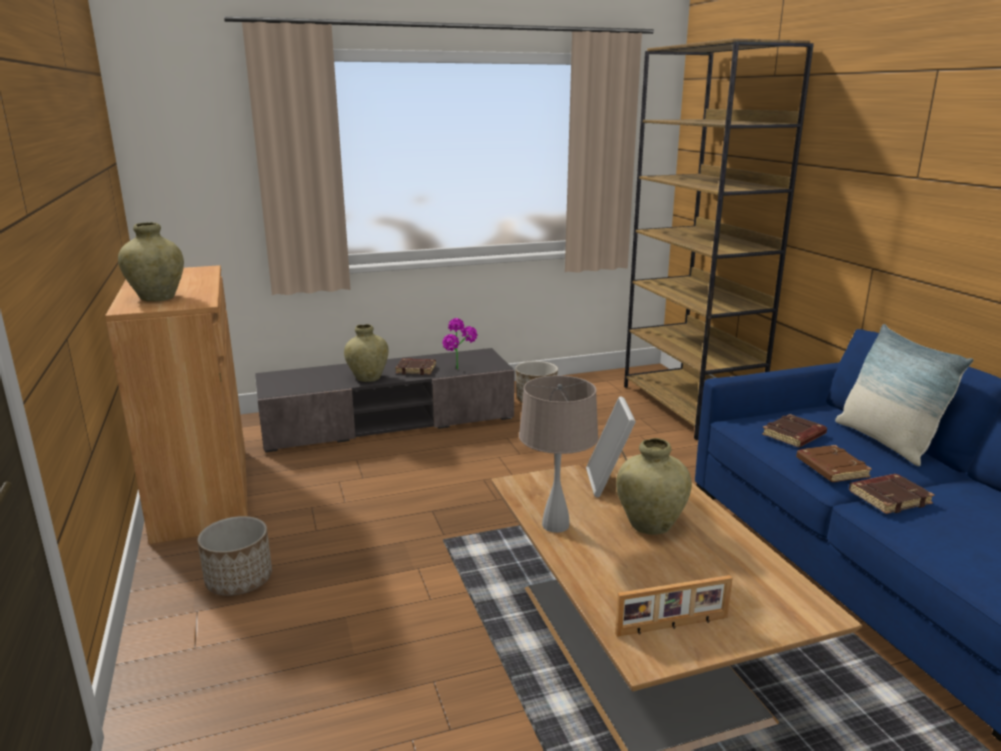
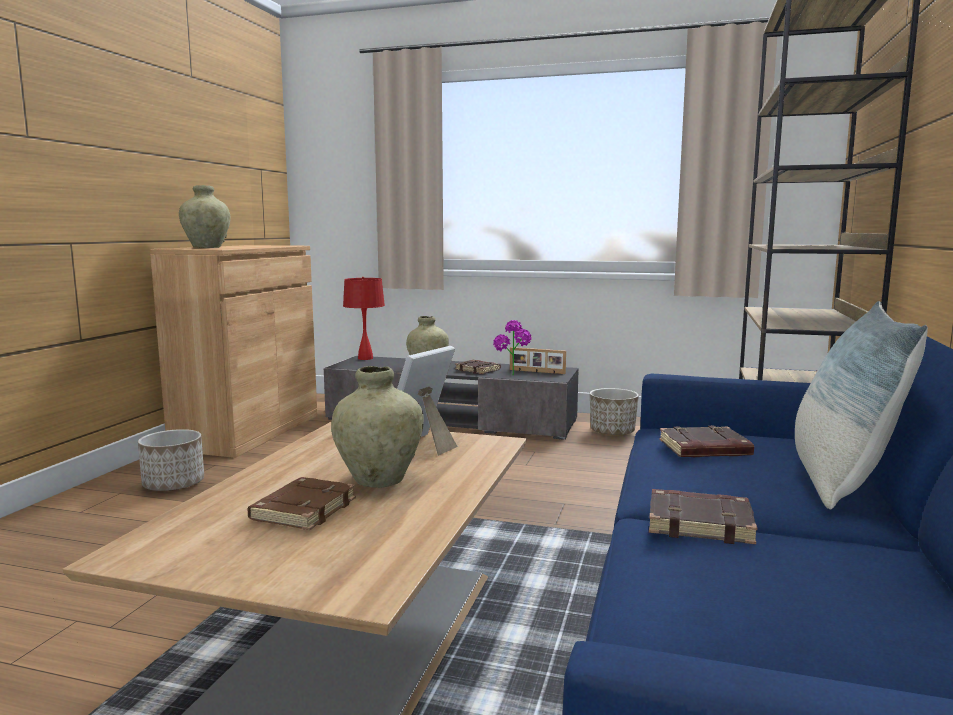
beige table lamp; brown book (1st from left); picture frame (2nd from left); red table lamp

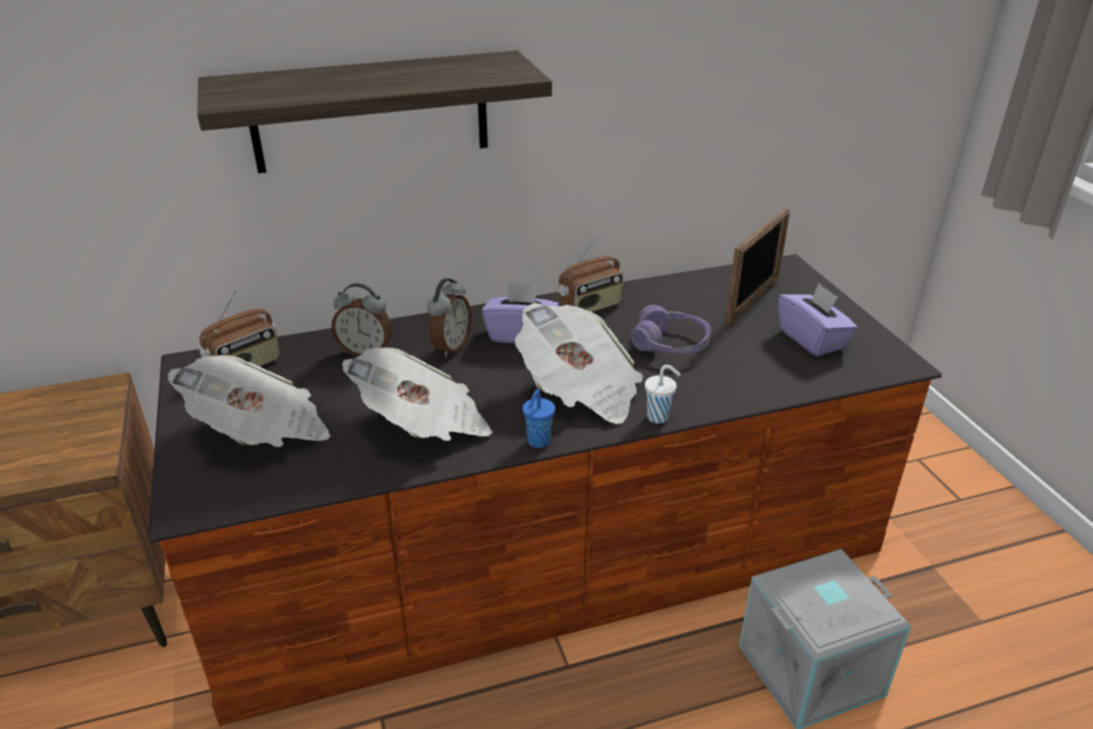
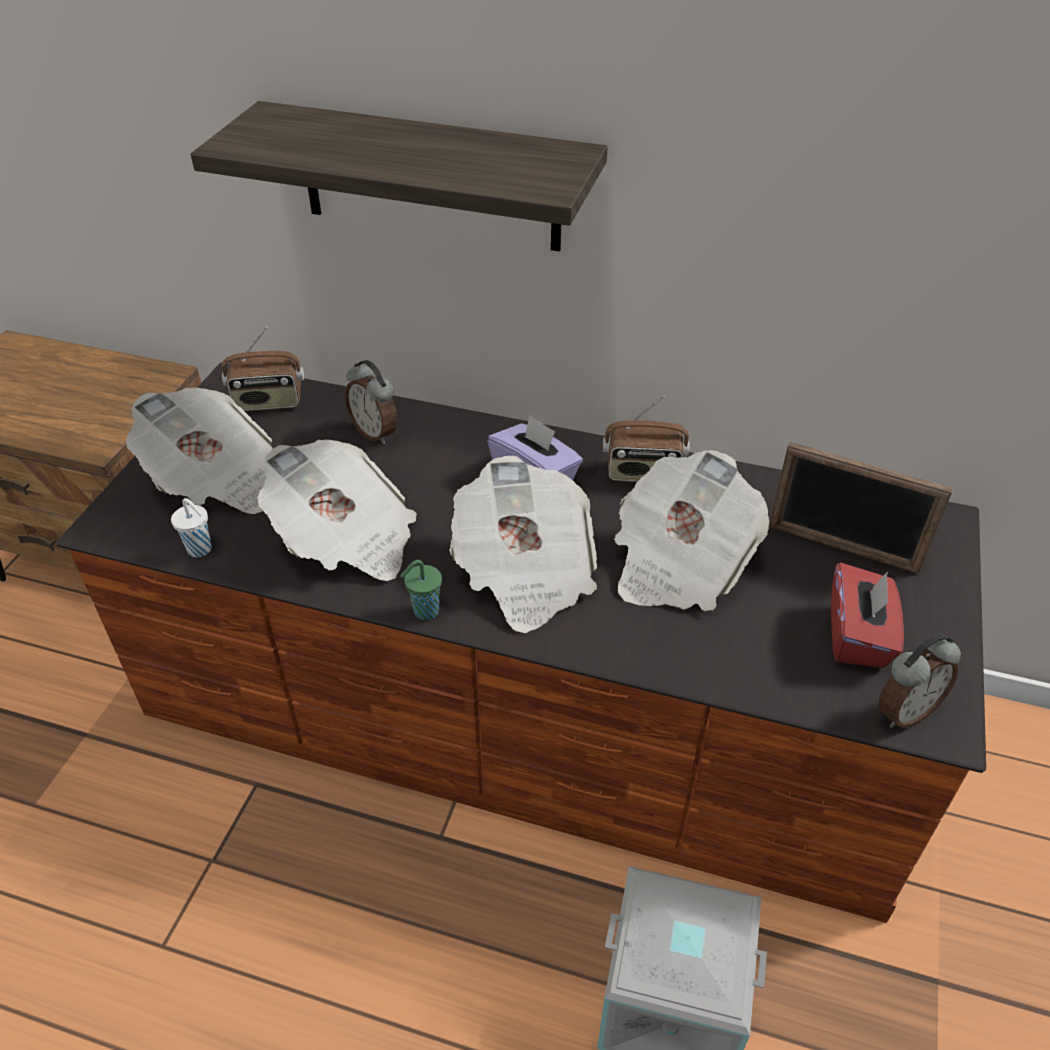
picture frame; alarm clock (2nd from left); red tissue box; newspaper (4th from left); white cup; green cup

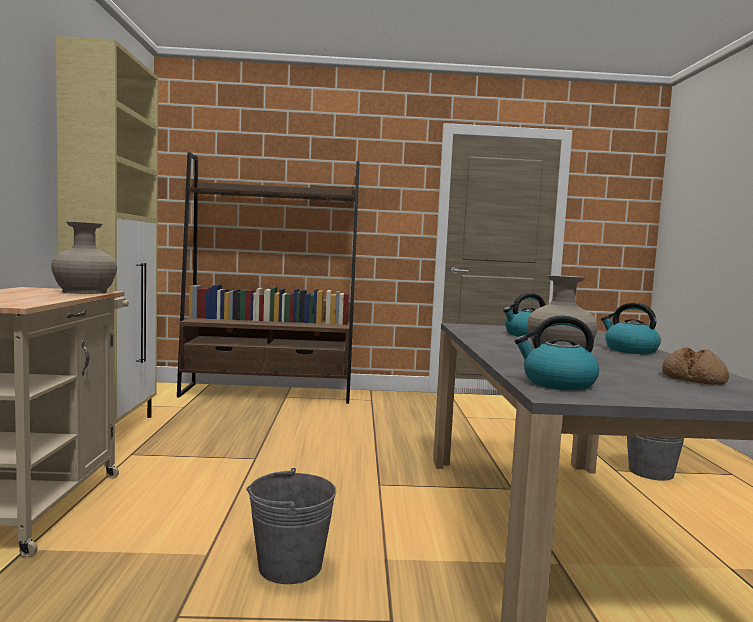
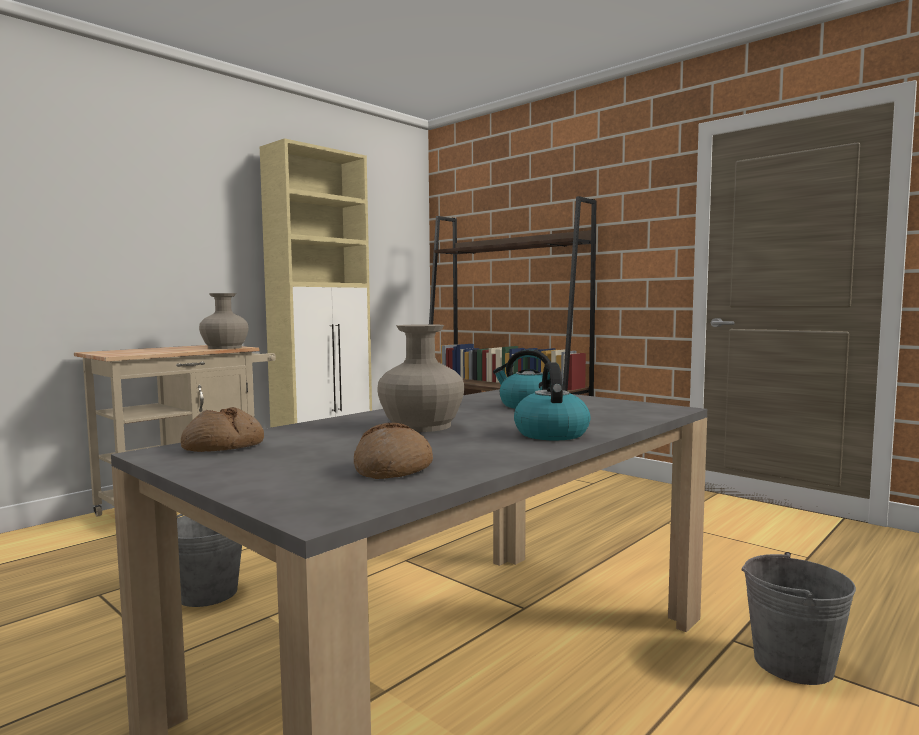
bread (1st from left)

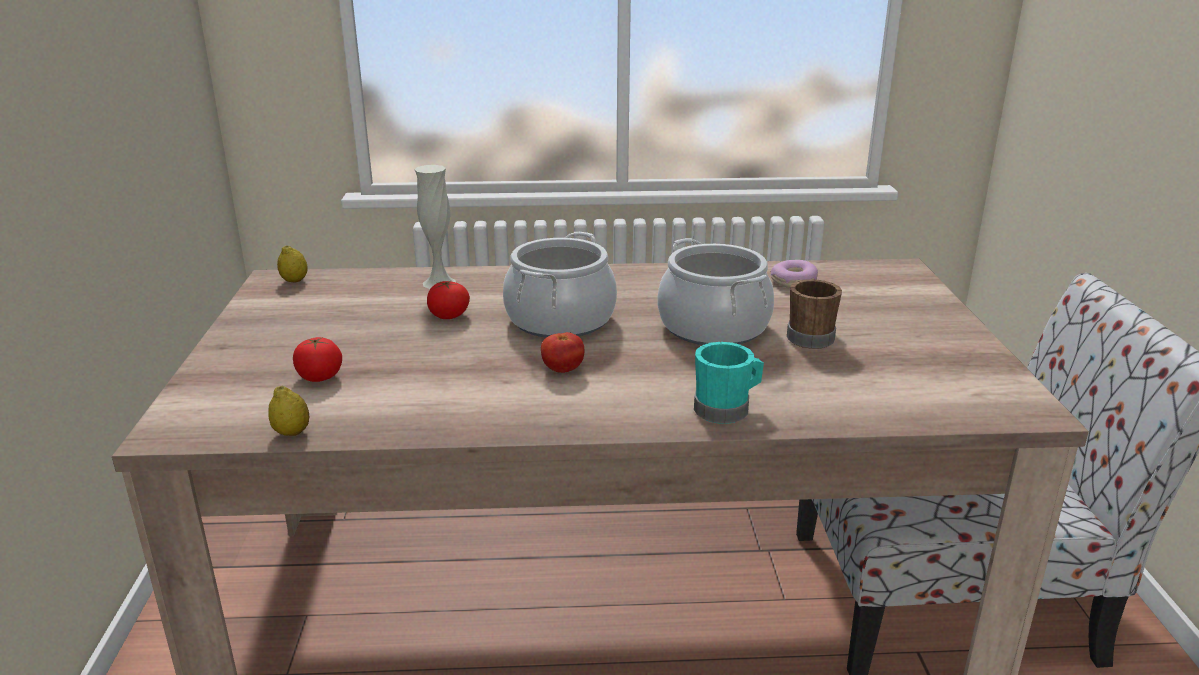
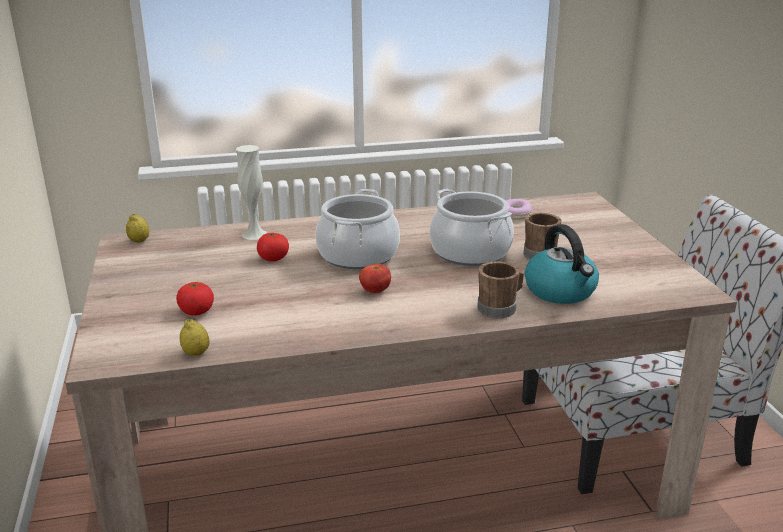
brown mug (1st from left); kettle

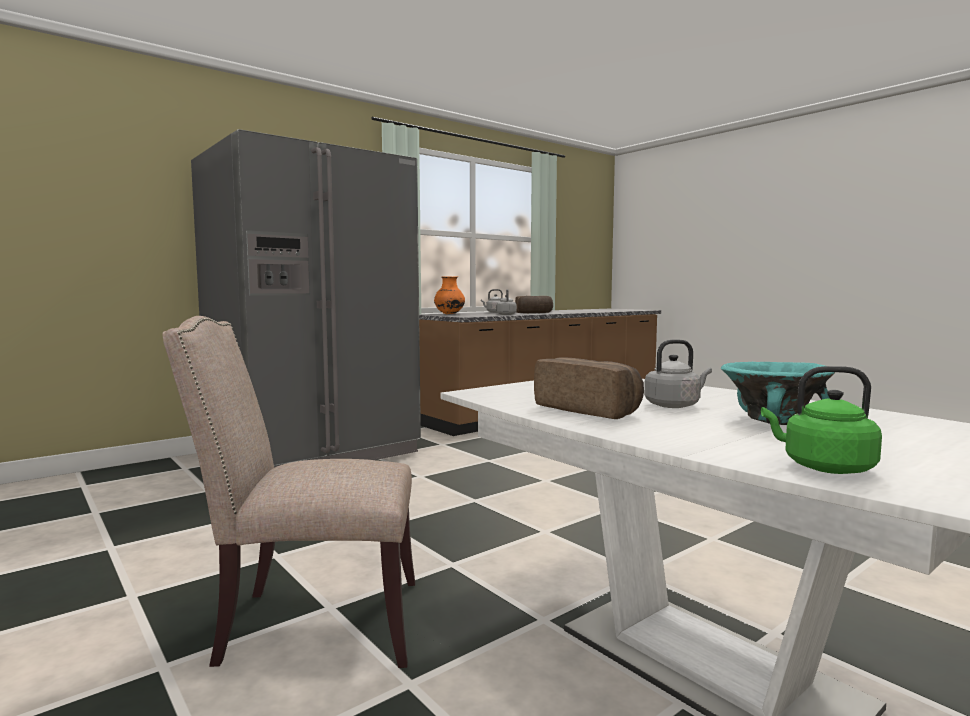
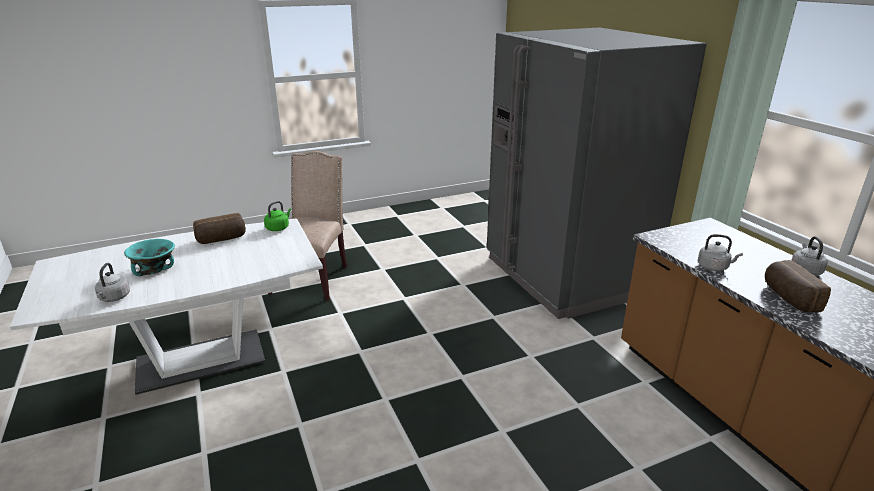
orange vase; grey kettle (1st from left); green kettle

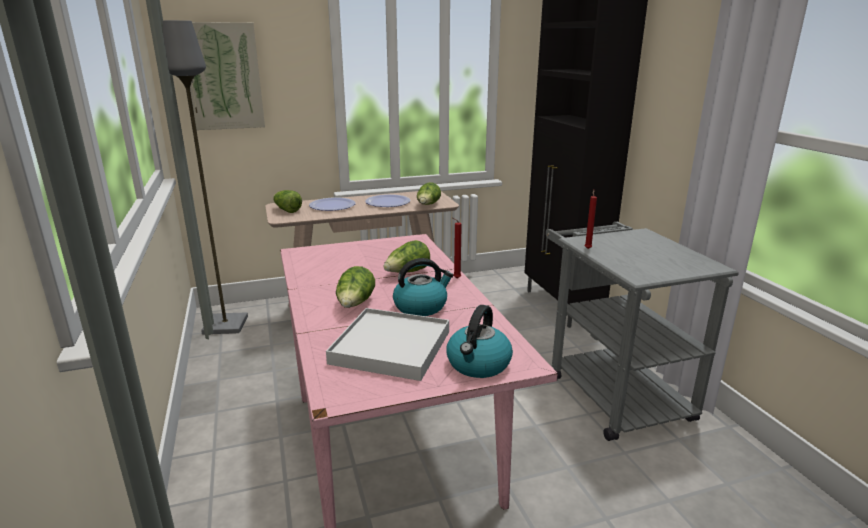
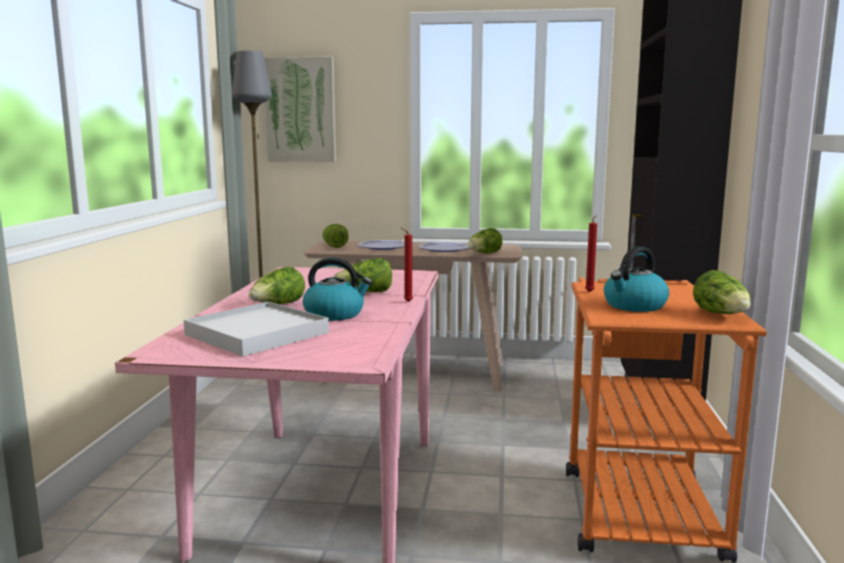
orange cart; kettle (2nd from left); lettuce (5th from left)

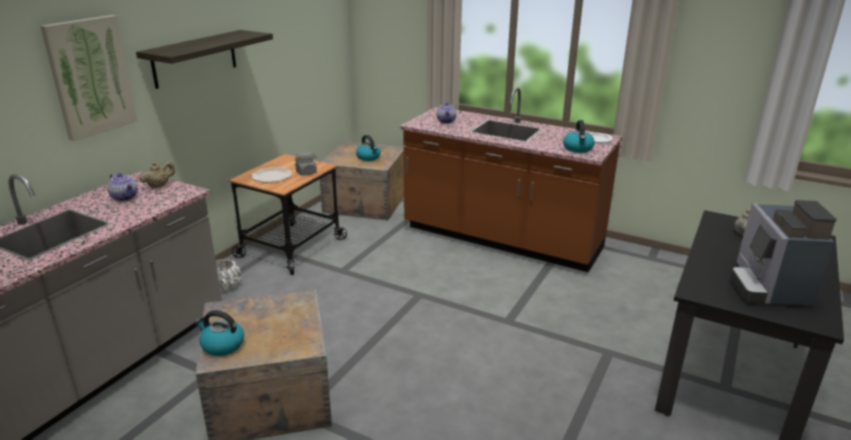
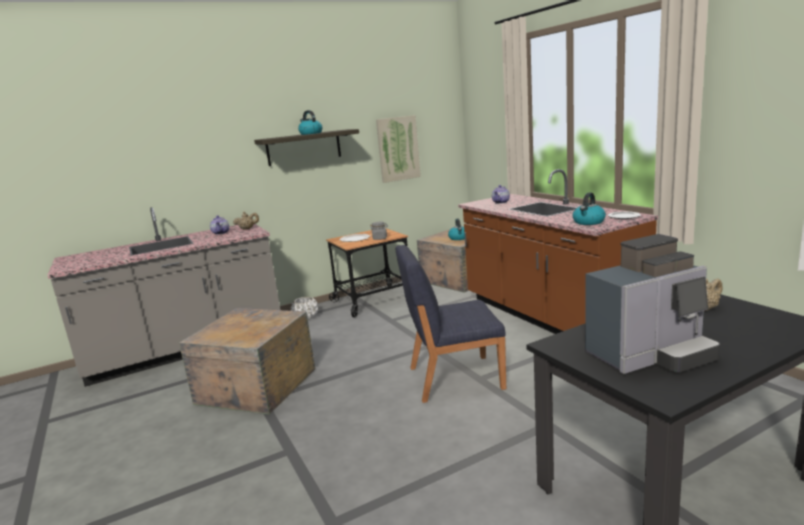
picture; coffee machine; kettle (1st from left); blue chair

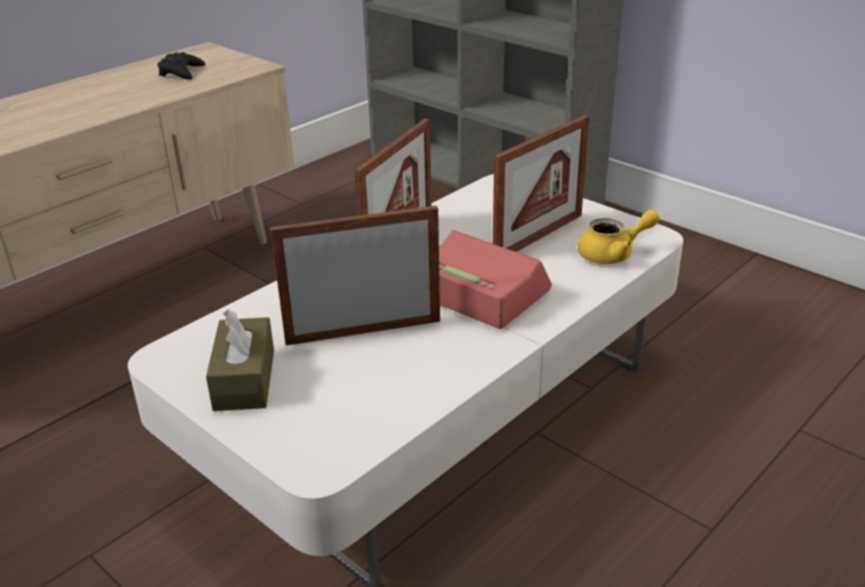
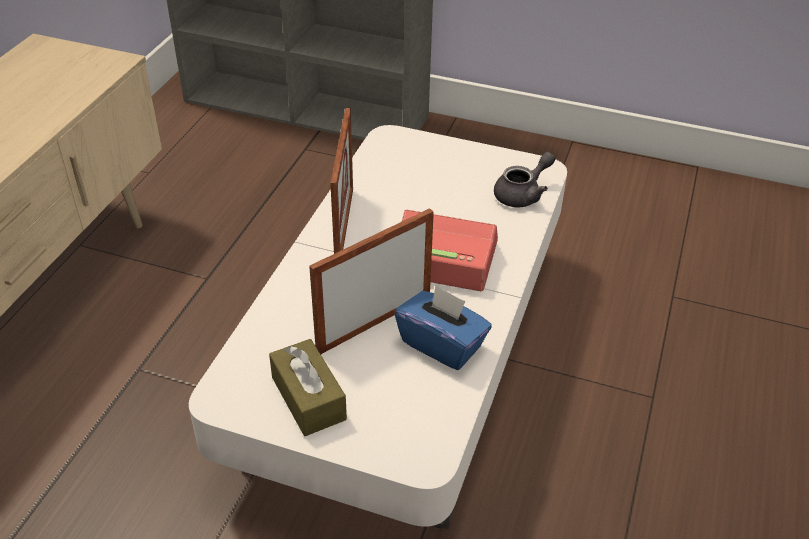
black game controller; picture frame (3rd from left in the first image); grey teapot; blue tissue box

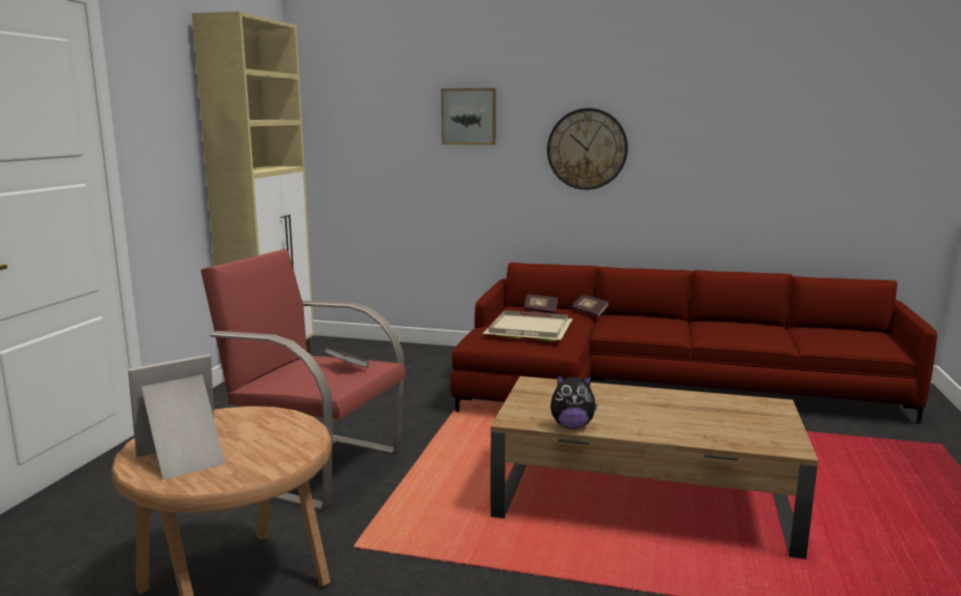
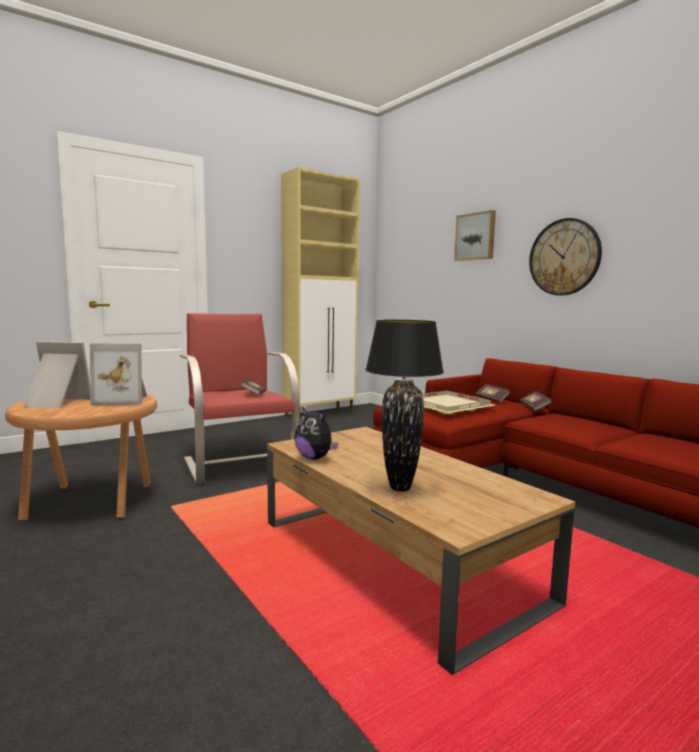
black table lamp; picture frame (2nd from left)

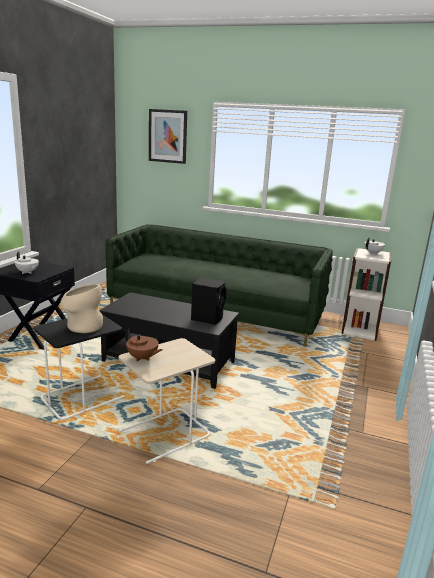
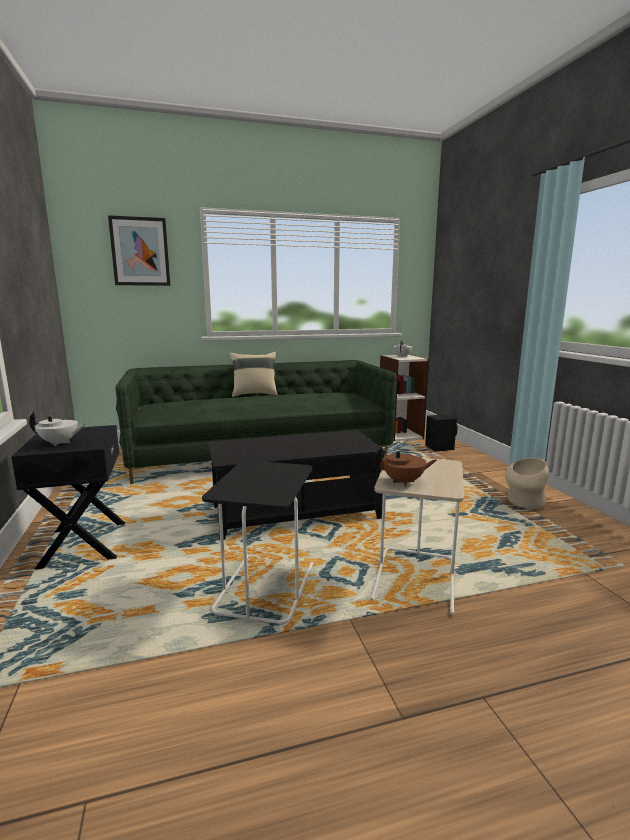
black speaker; beige vase; beige pillow

